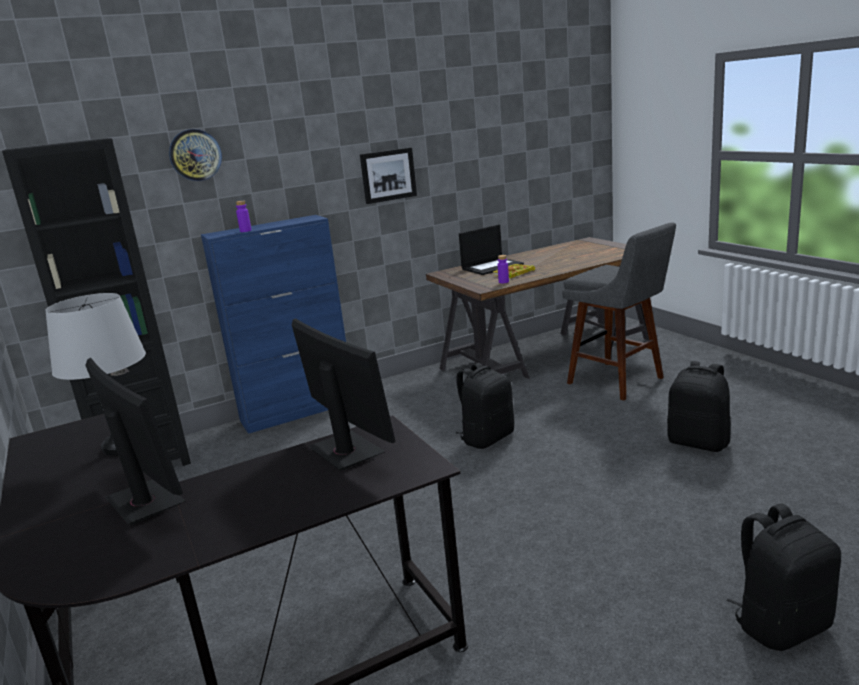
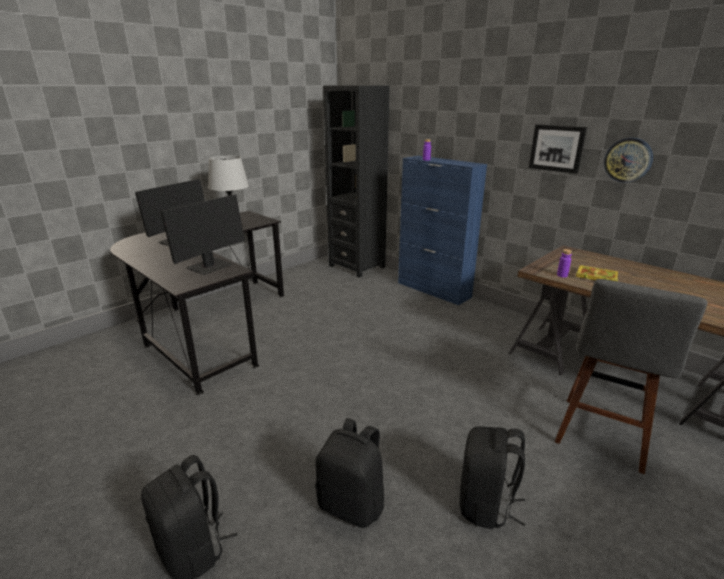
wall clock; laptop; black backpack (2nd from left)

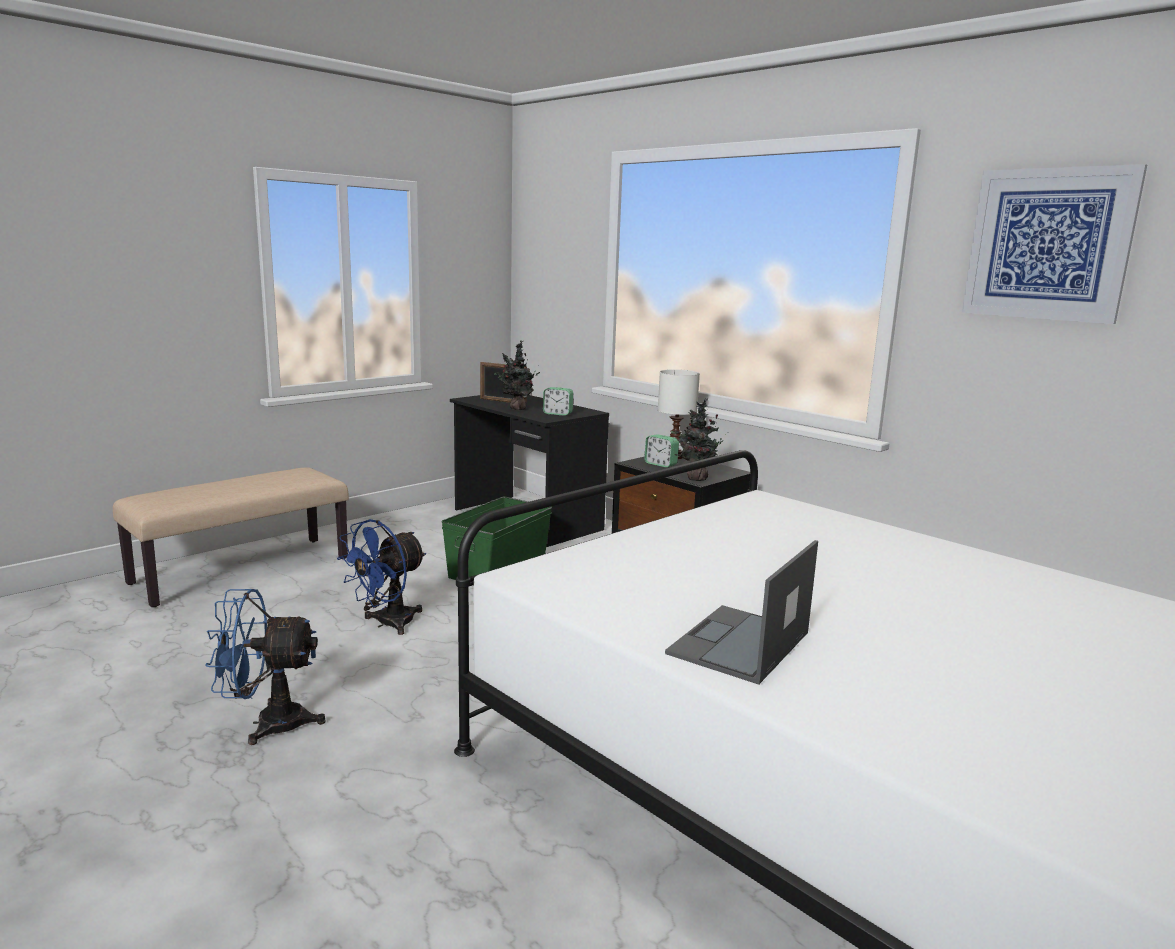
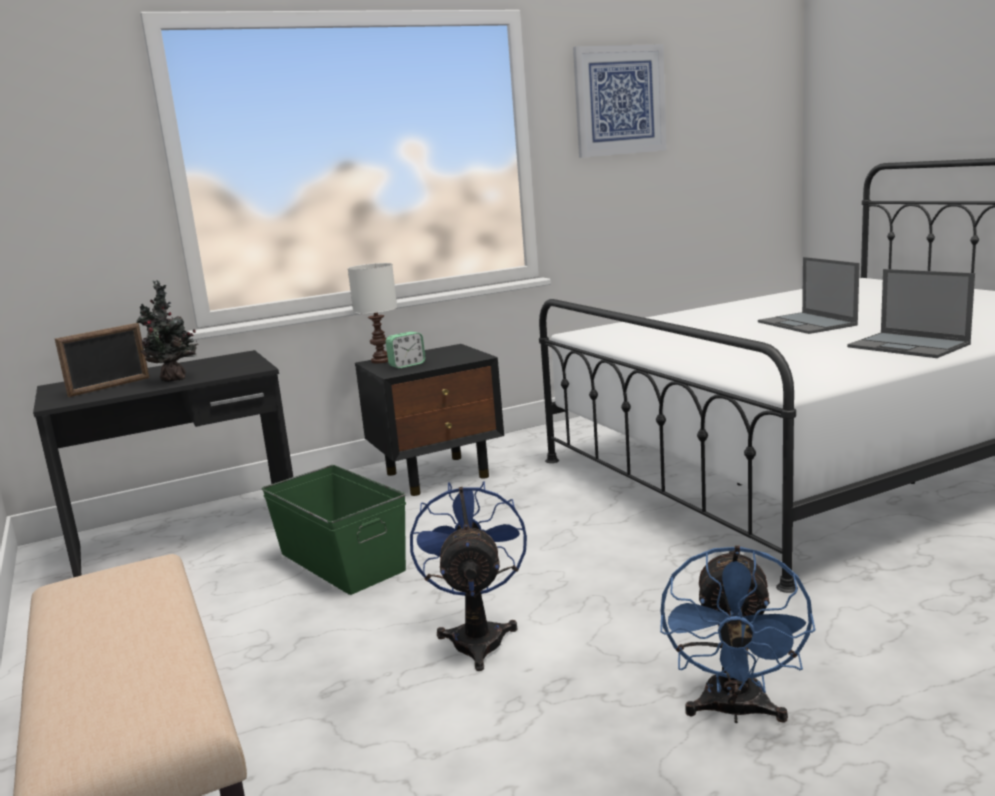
alarm clock (1st from left in the first image); potted plant (2nd from left in the first image); blue fan (1st from left); laptop (1st from left)

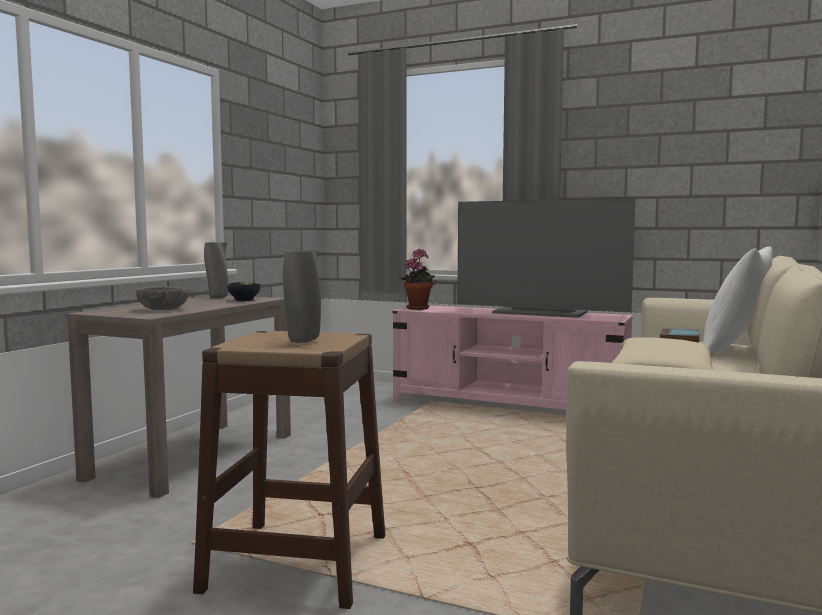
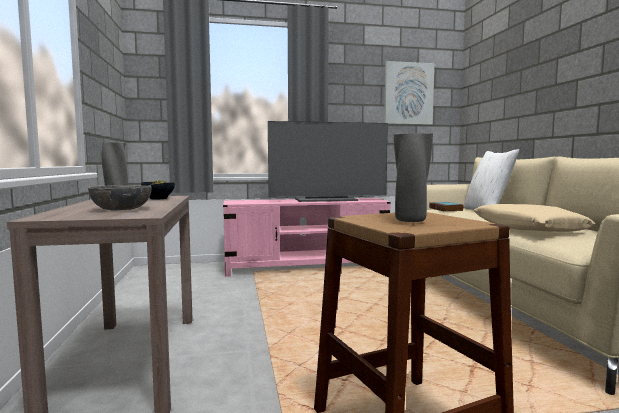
potted plant; picture

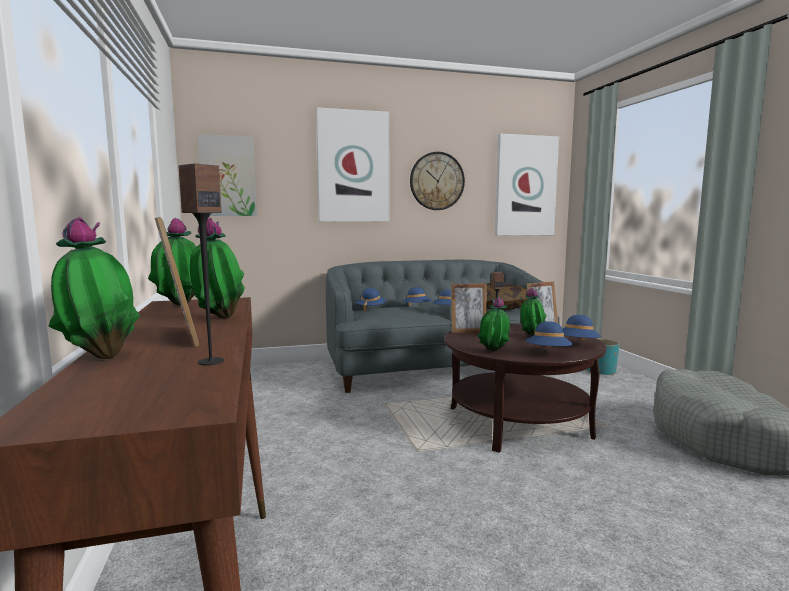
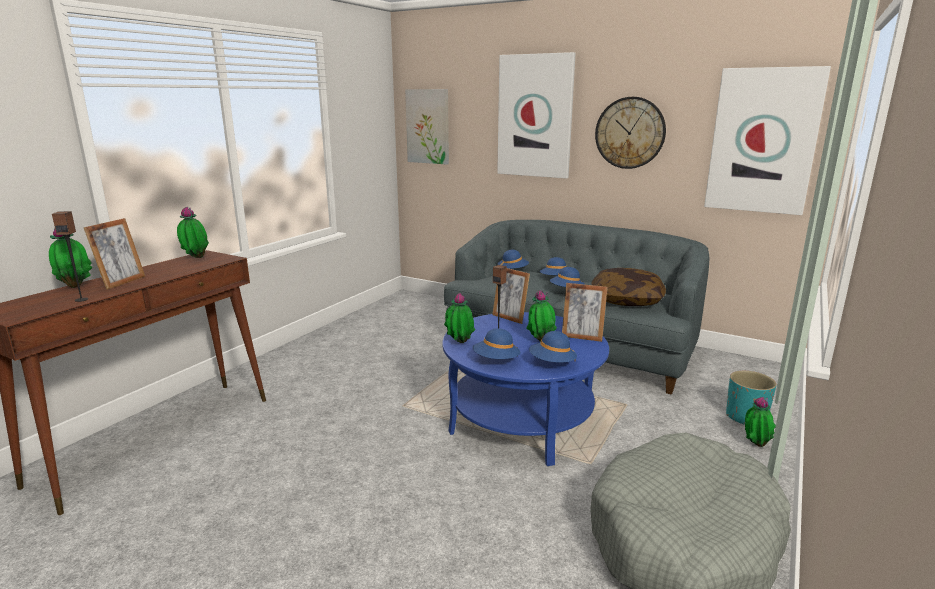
potted plant (5th from left); blue coffee table

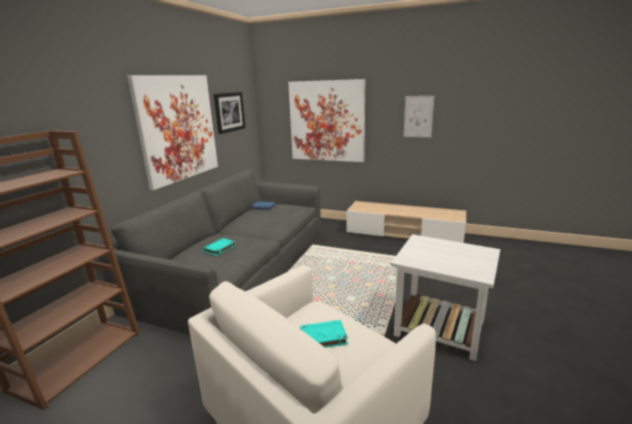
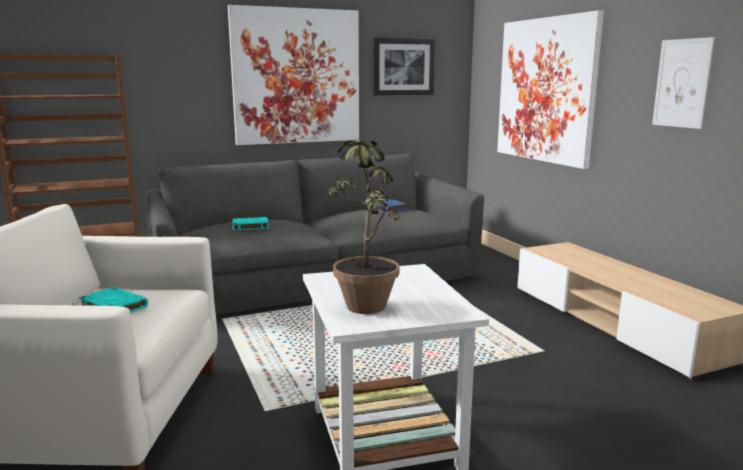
potted plant

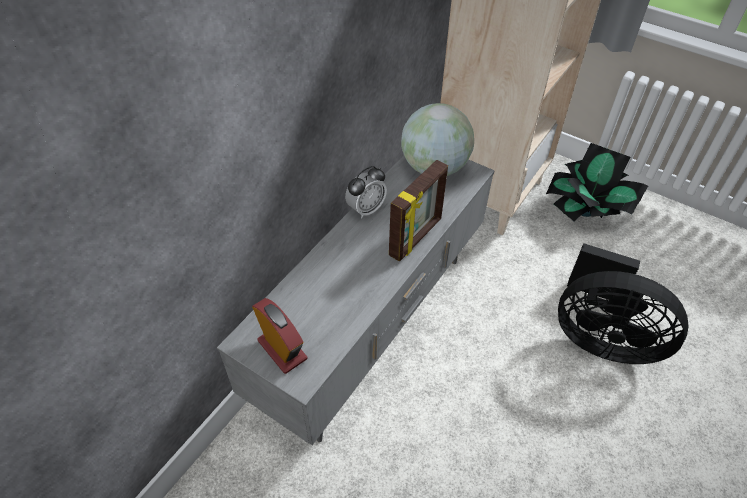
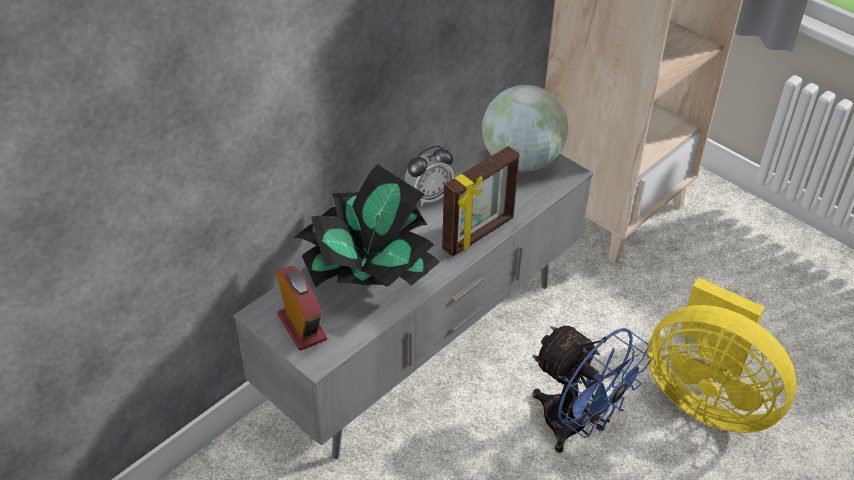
potted plant; yellow fan; blue fan

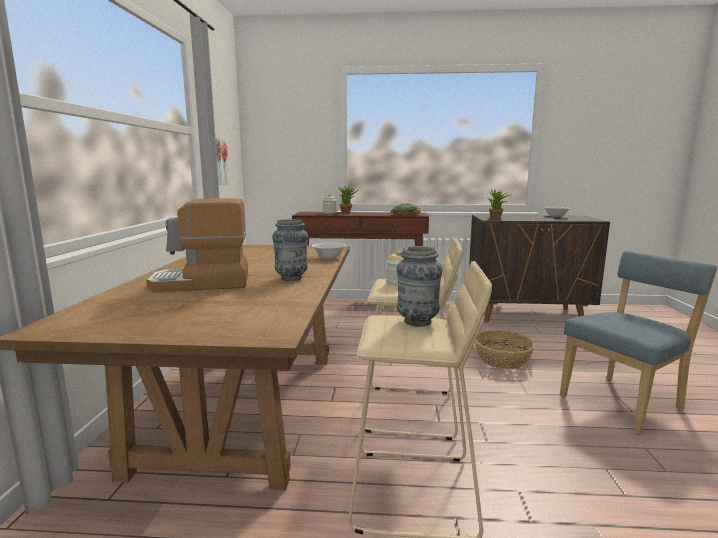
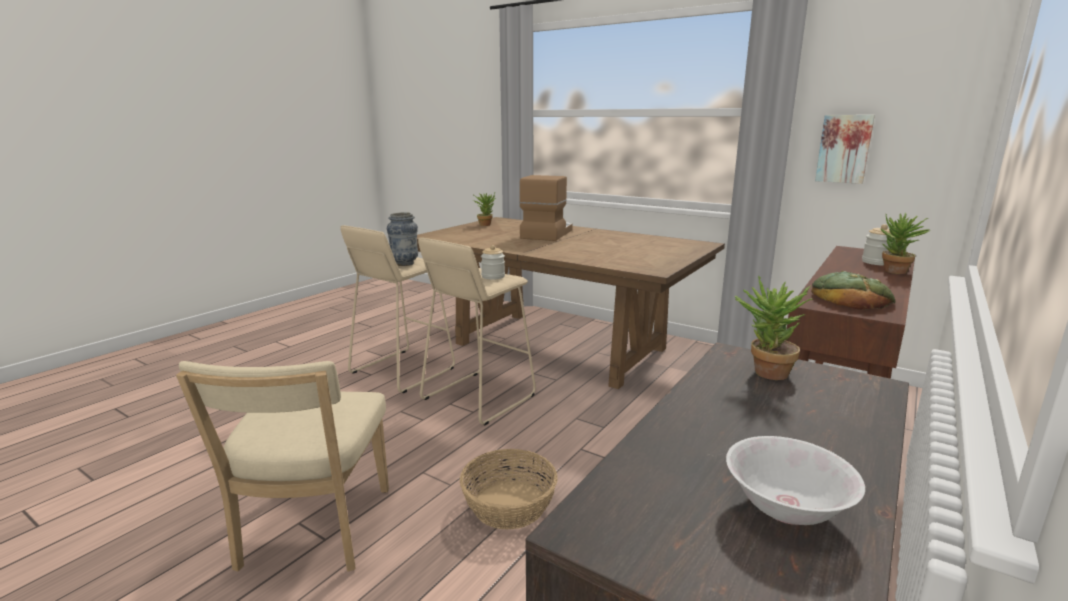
vase (1st from left in the first image); white bowl (1st from left in the first image); beige chair; potted plant (1st from left)

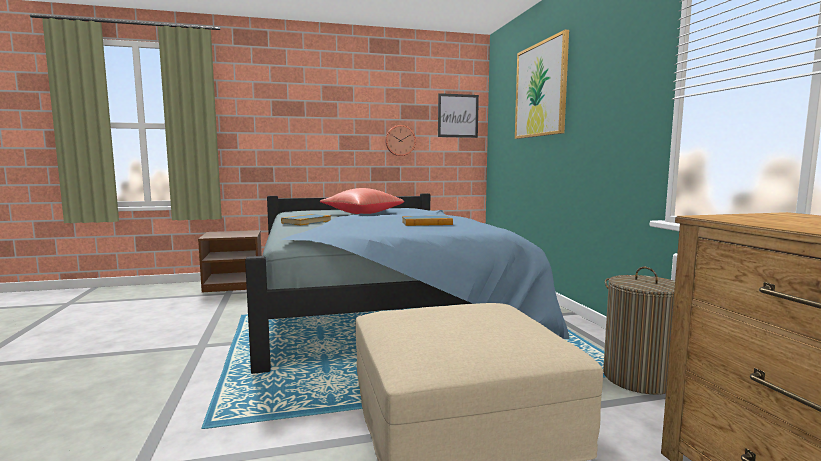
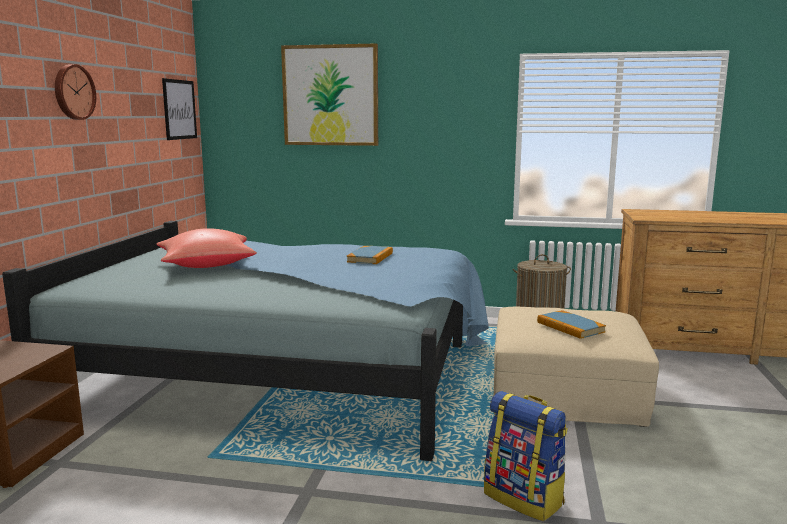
wall clock; book (2nd from left); backpack

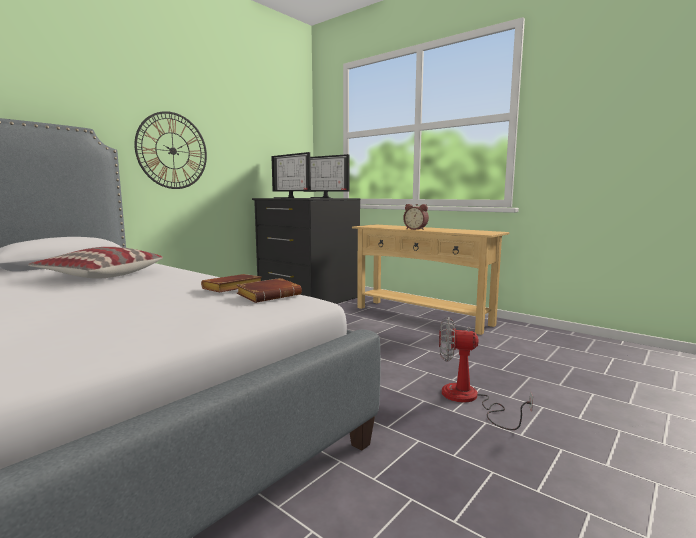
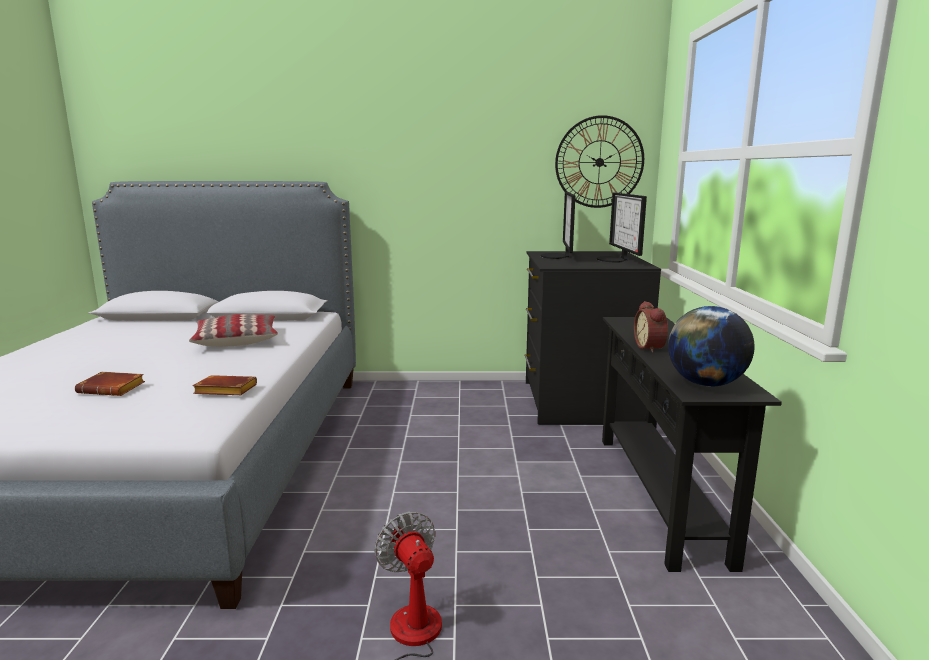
wall clock; black console table; brown book (1st from left); globe

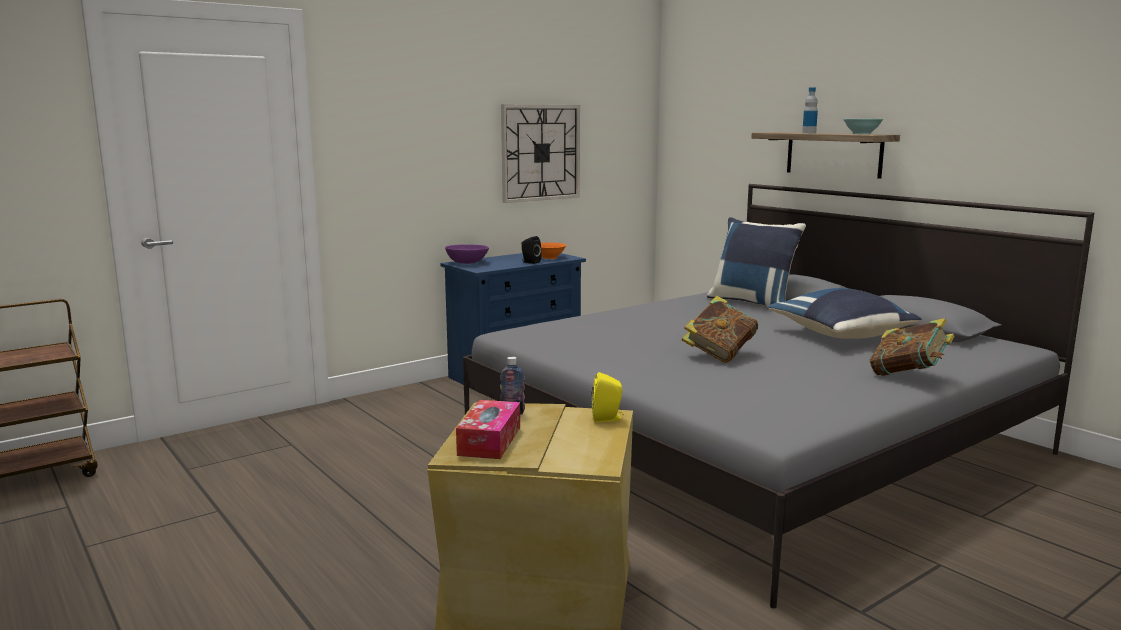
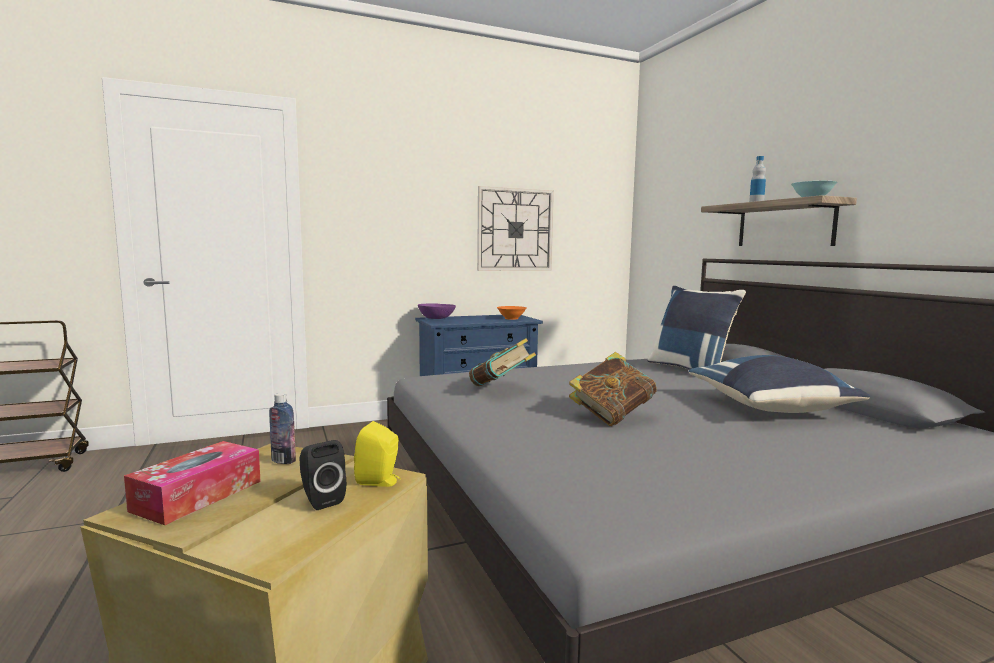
black speaker; book (1st from left)

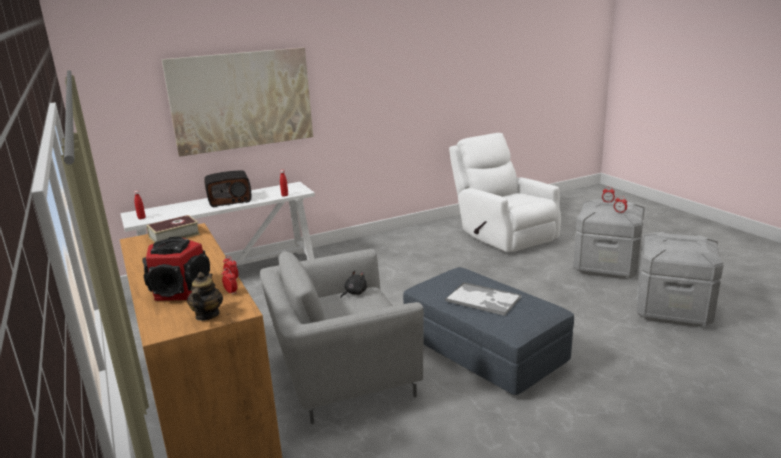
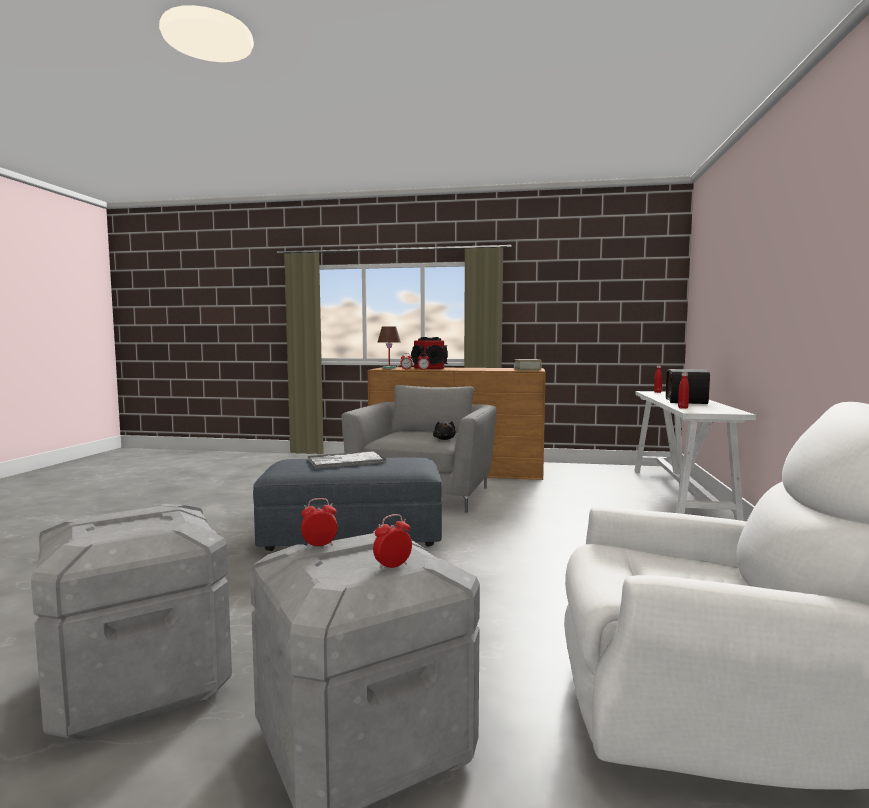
picture; brown table lamp

